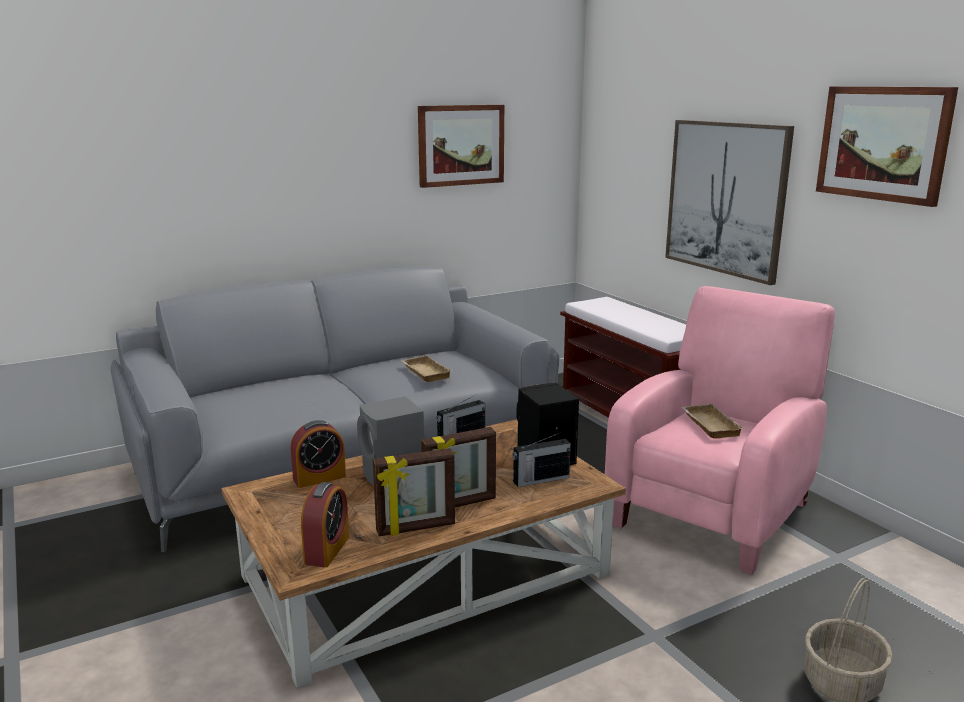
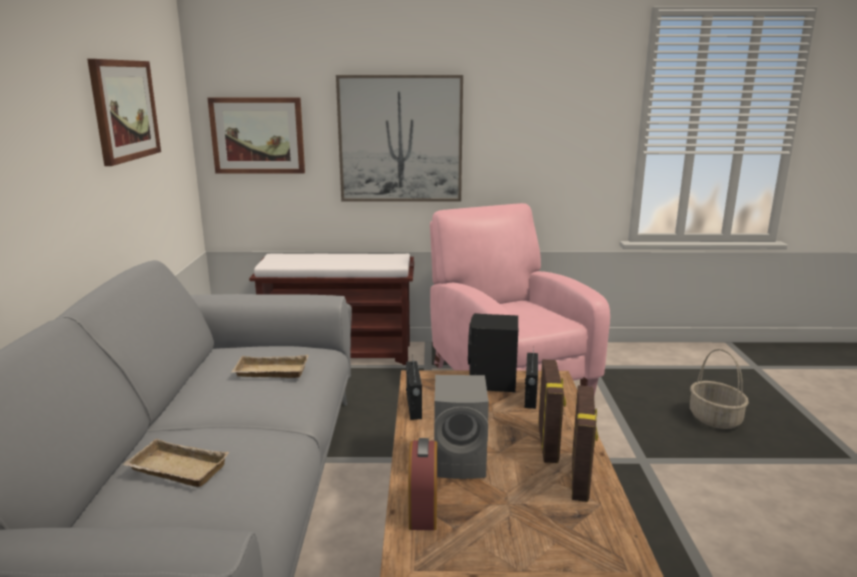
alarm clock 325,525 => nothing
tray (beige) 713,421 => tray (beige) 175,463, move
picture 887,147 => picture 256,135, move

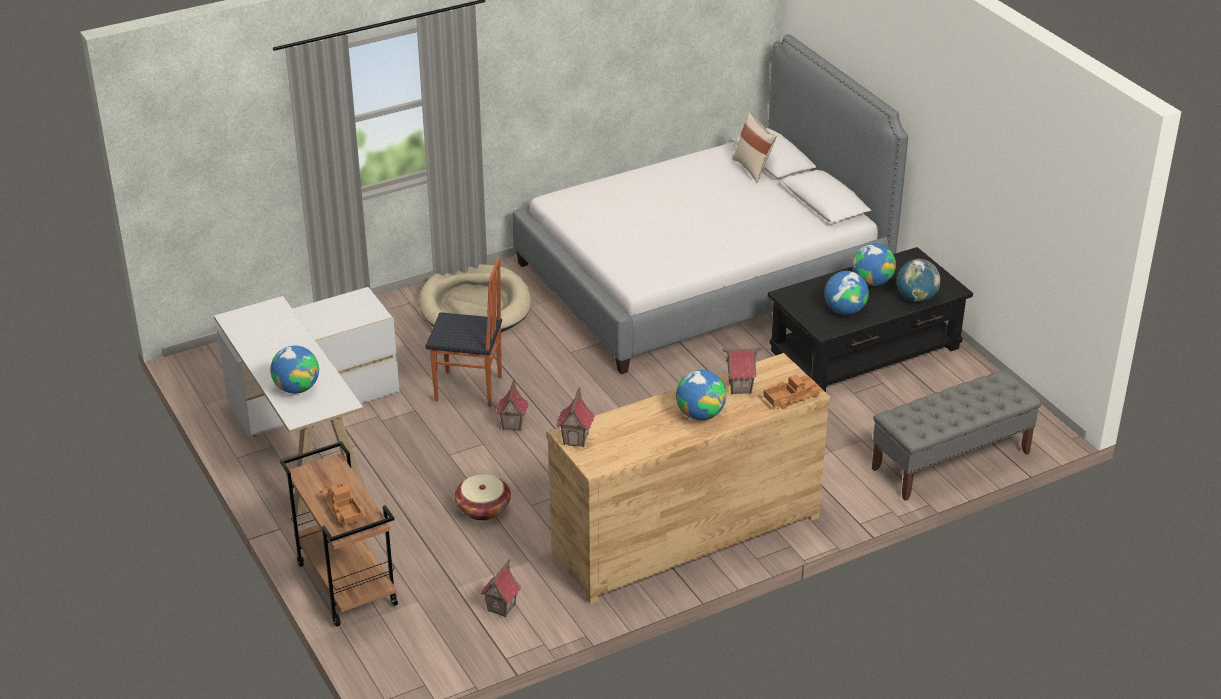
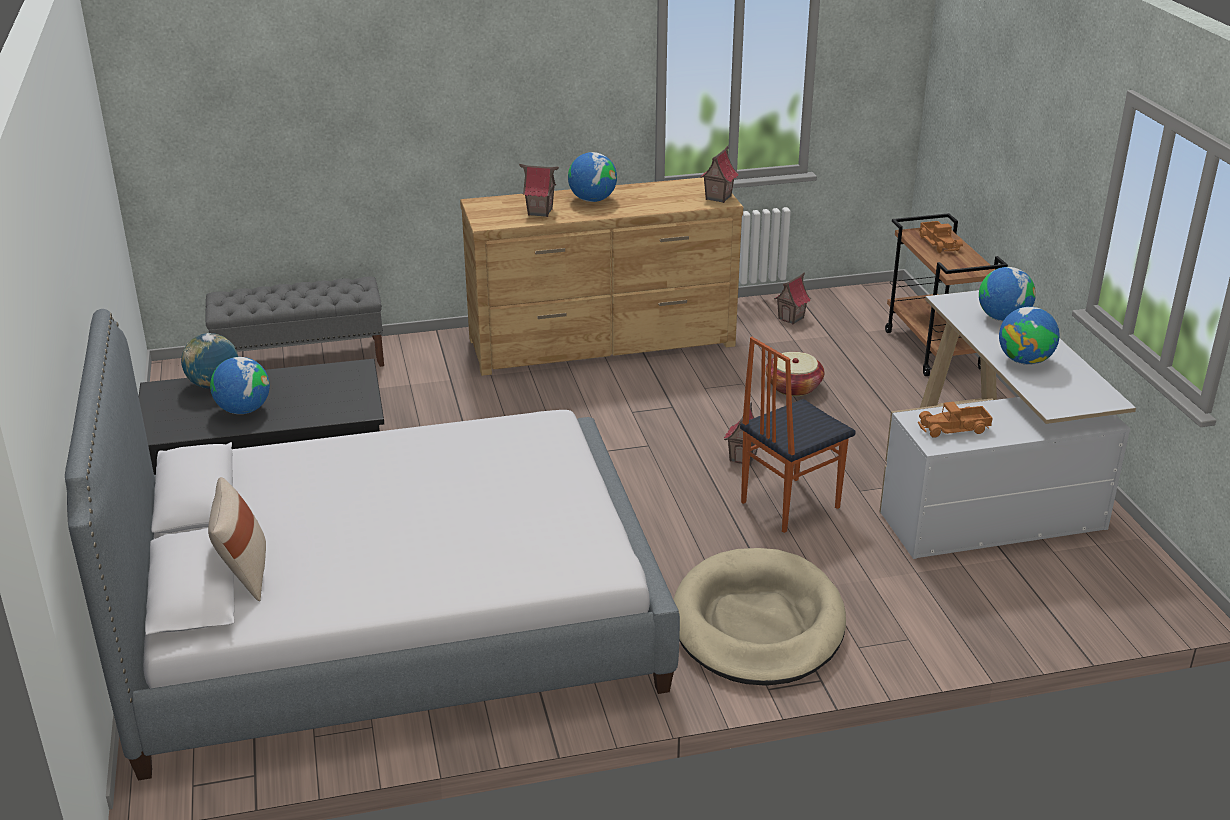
toy truck 793,392 => toy truck 955,420, move
globe 847,293 => globe 1029,336, move
chair 463,332 => chair 798,435, 60 degrees counterclockwise

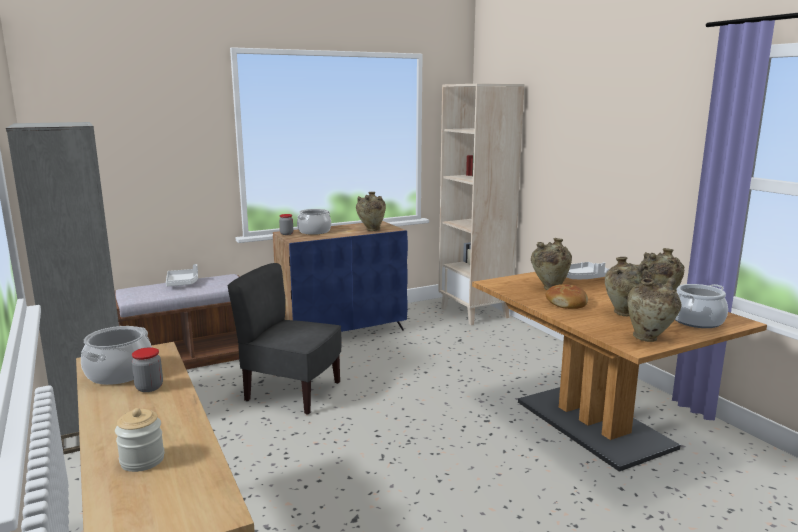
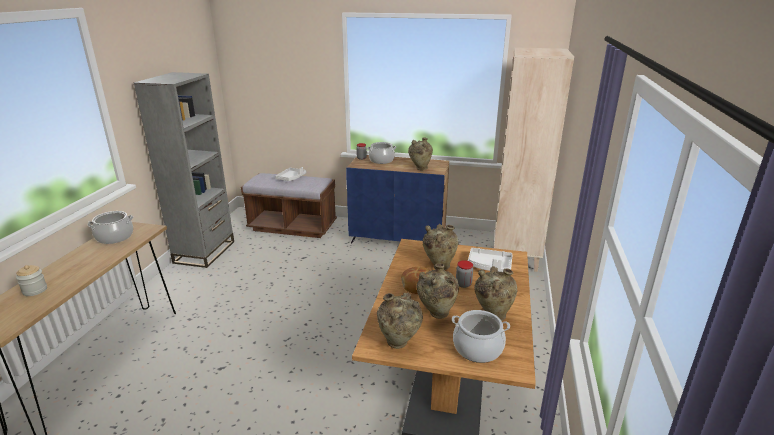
chair (grey) 285,339 => nothing
jar 147,369 => jar 464,274, move

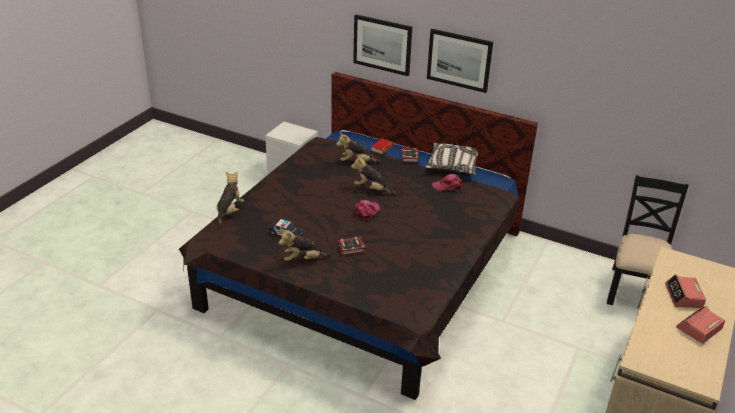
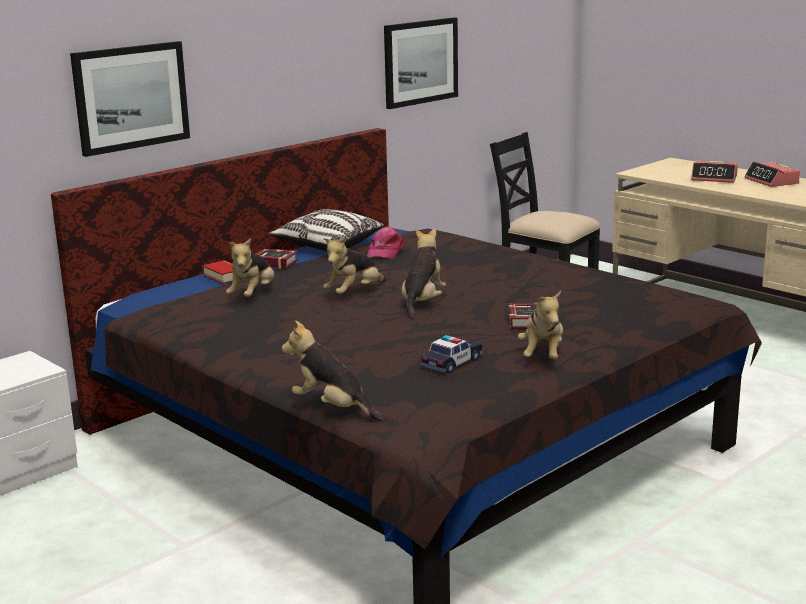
picture 460,61 => picture 421,63, move
cap (pink) 367,210 => plush toy 424,274

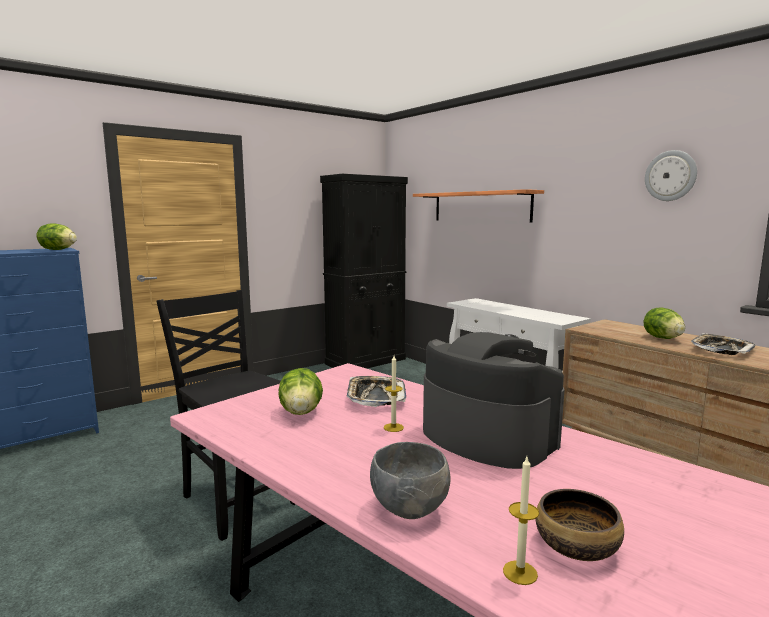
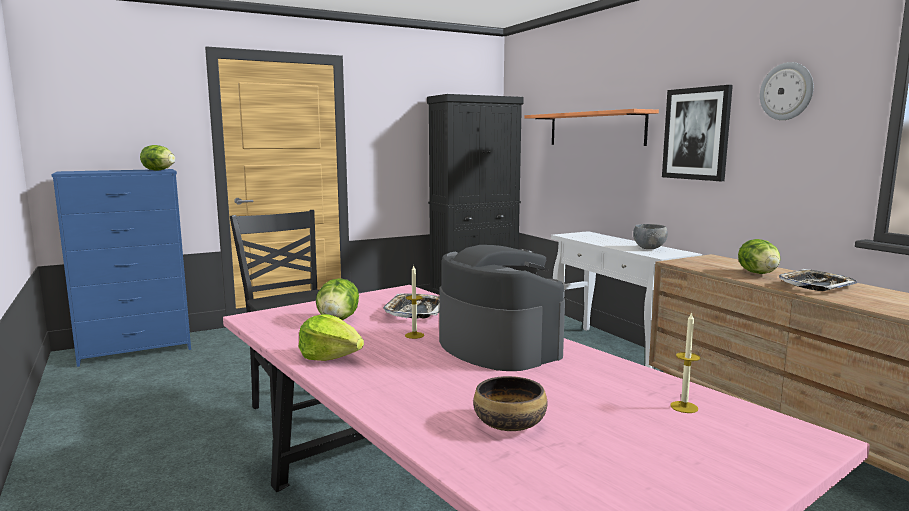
nothing => lettuce 331,337
nothing => picture 697,133
bowl (grey) 410,480 => bowl (grey) 650,236, move
candle 521,521 => candle 685,362, move

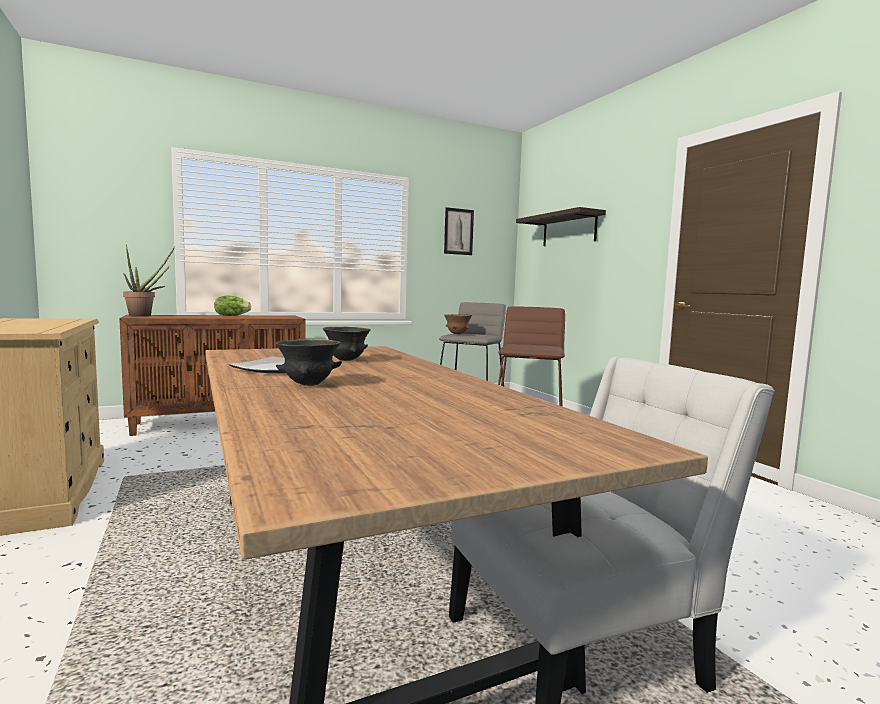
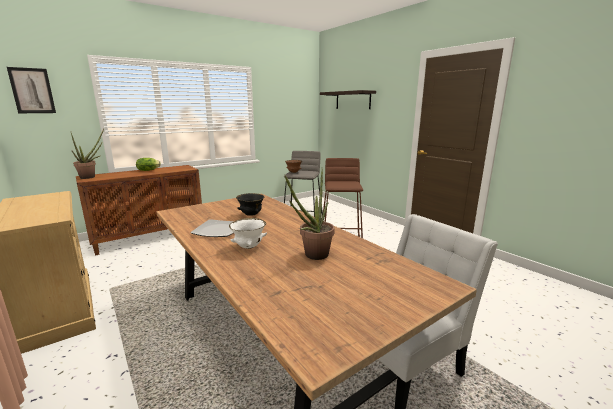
nothing => potted plant 310,215
picture 459,231 => picture 31,90, move
bowl (black) 308,362 => bowl (white) 248,233

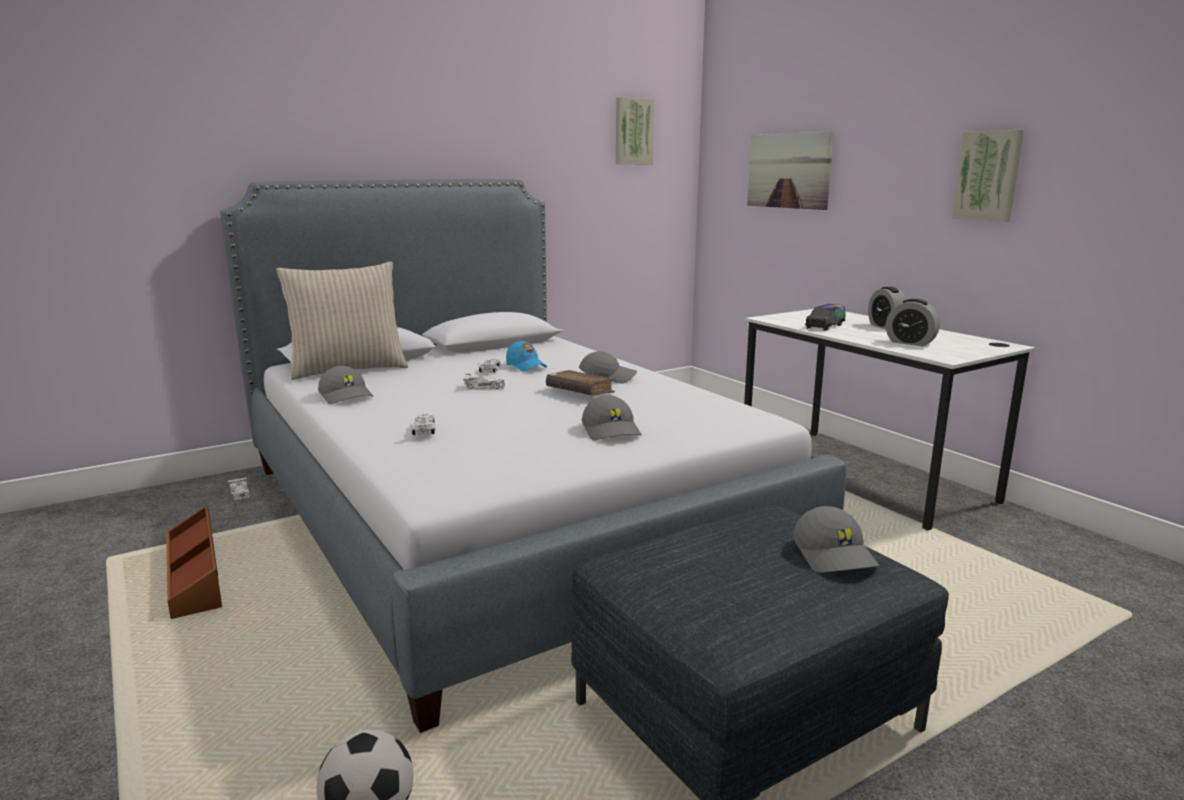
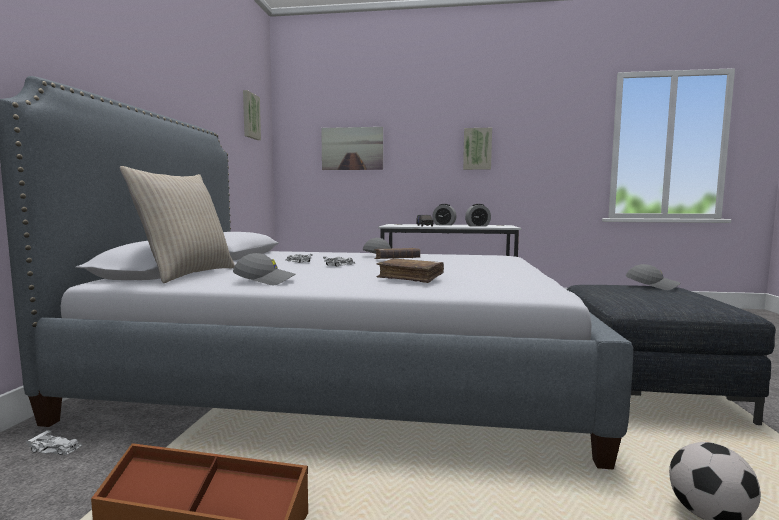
cap (blue) 526,356 => nothing
cap (grey) 612,417 => nothing
toy car (white) 423,424 => book (brown) 410,271

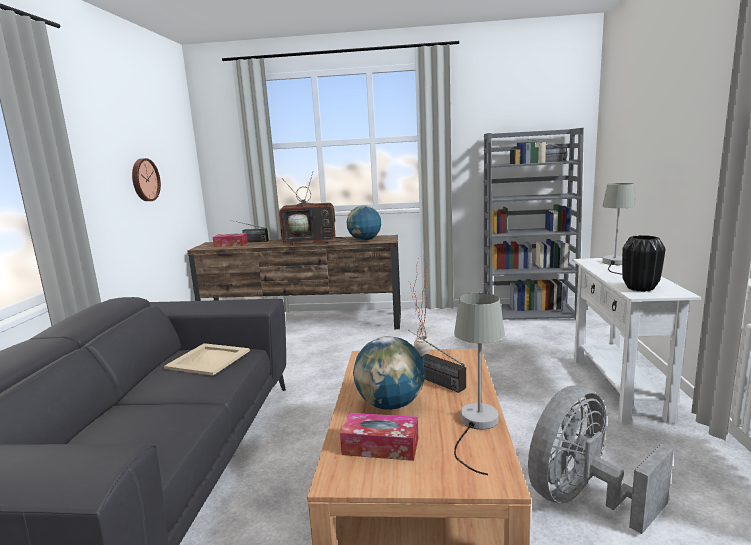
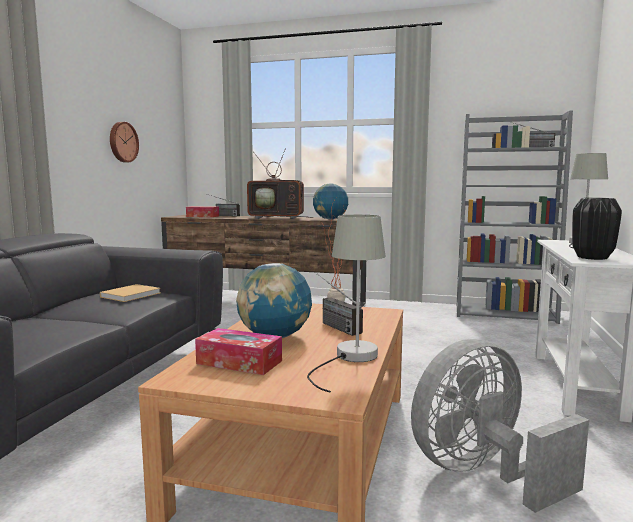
tray (beige) 207,359 => book (beige) 130,293

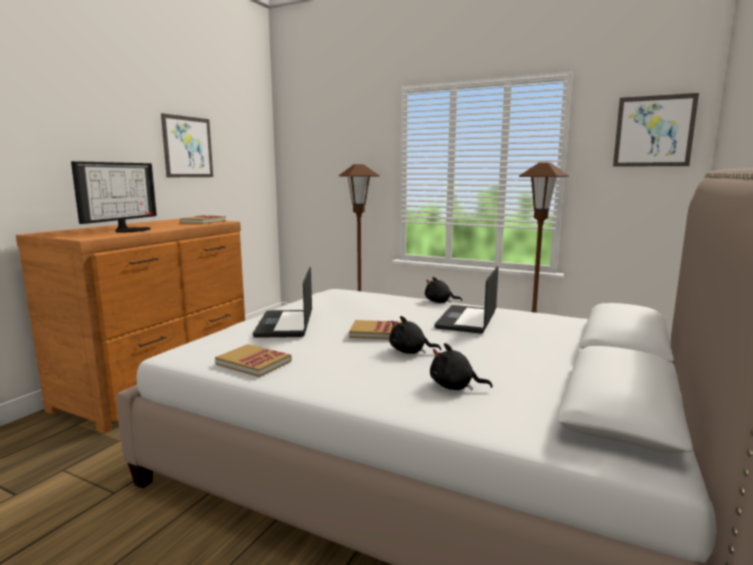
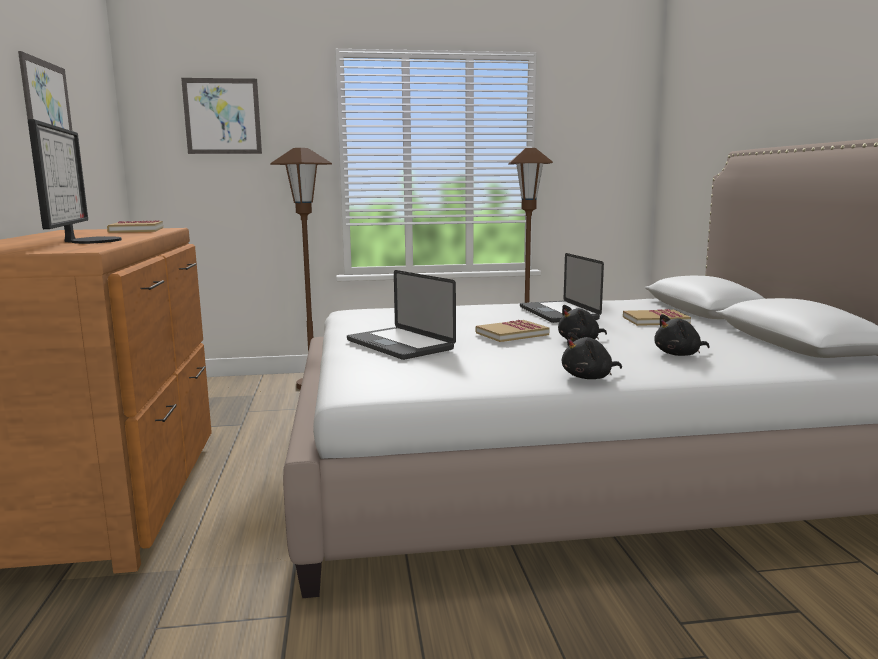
book 253,360 => book 657,317, move
plush toy (black) 443,290 => plush toy (black) 592,356, move
picture 656,130 => picture 221,116, move

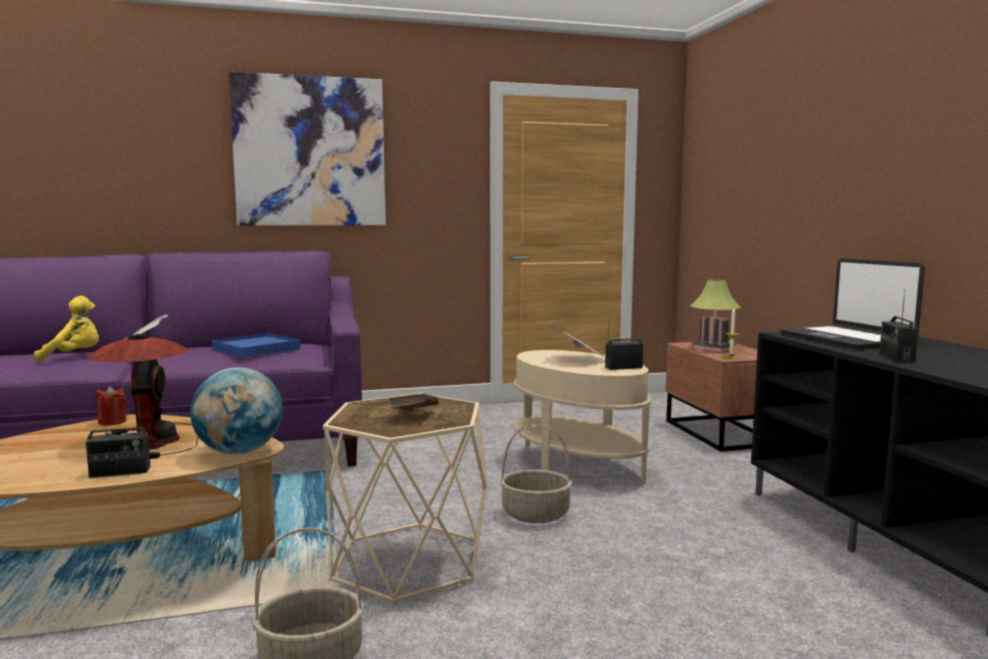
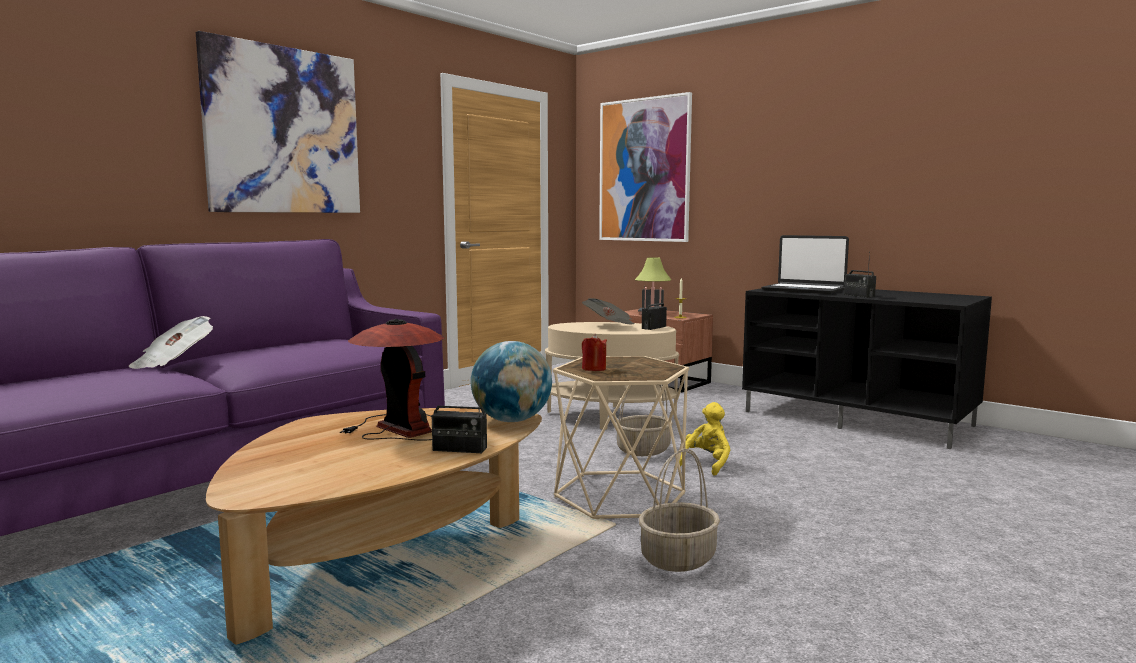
tray (blue) 256,345 => nothing
book (brown) 414,402 => nothing
nothing => picture 645,167
plush toy (yellow) 66,329 => plush toy (yellow) 704,439, move
candle (red) 111,405 => candle (red) 594,352, move
radio 118,437 => radio 459,414, 60 degrees clockwise

